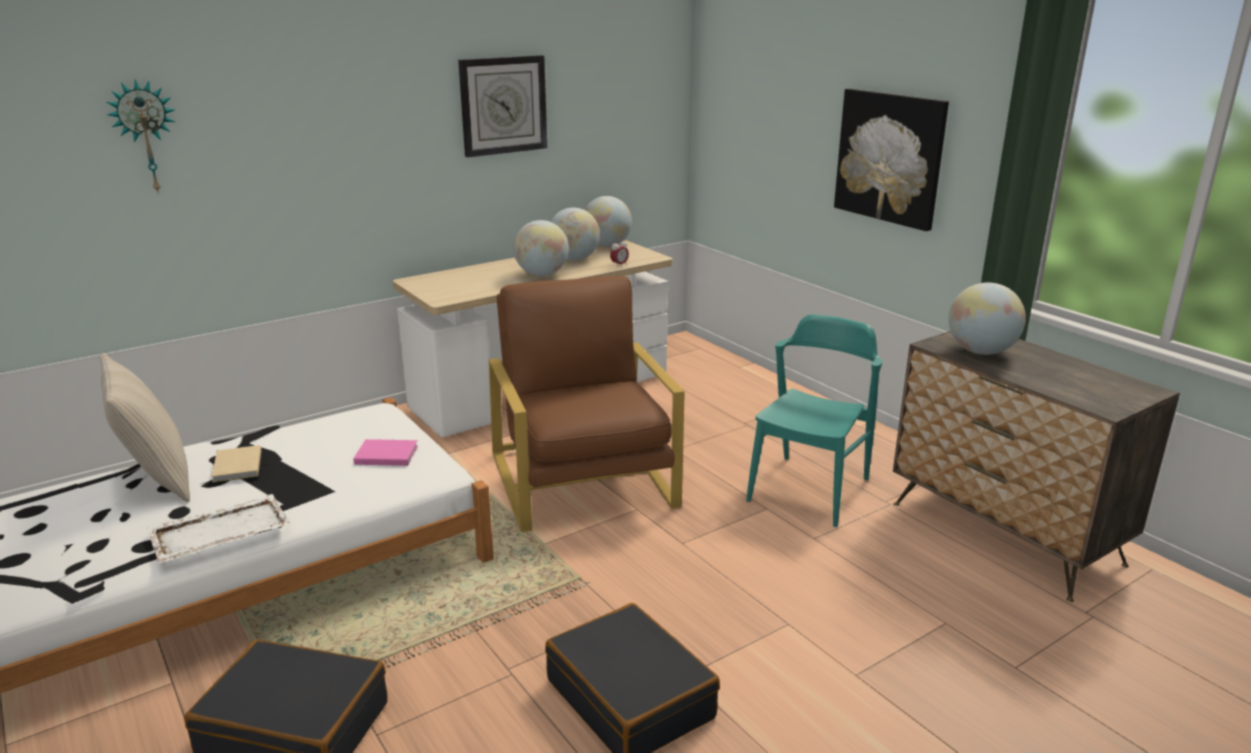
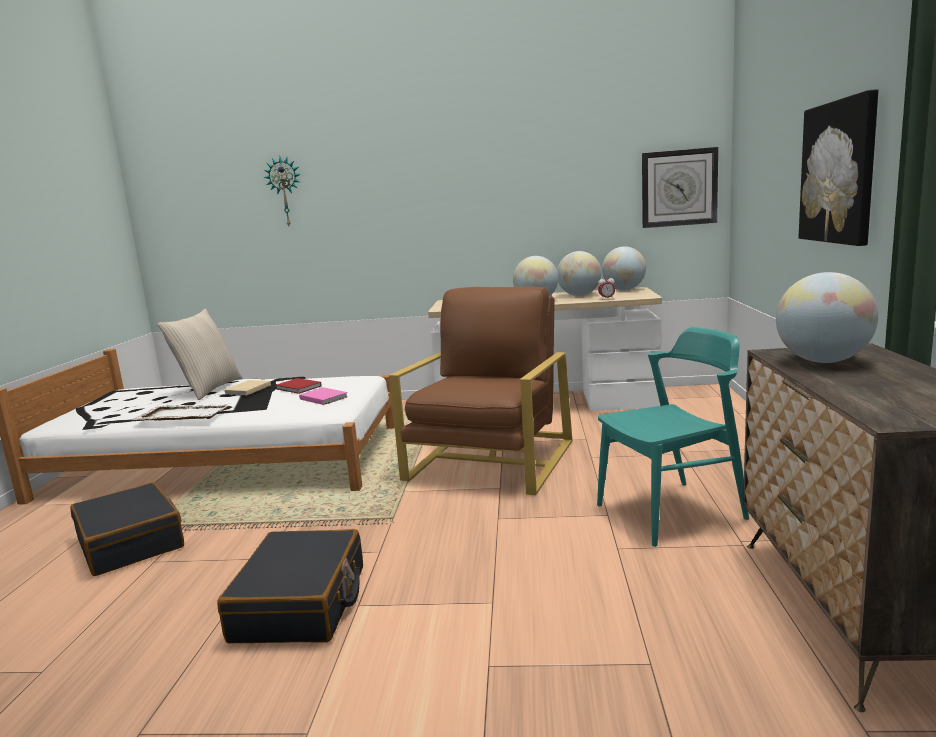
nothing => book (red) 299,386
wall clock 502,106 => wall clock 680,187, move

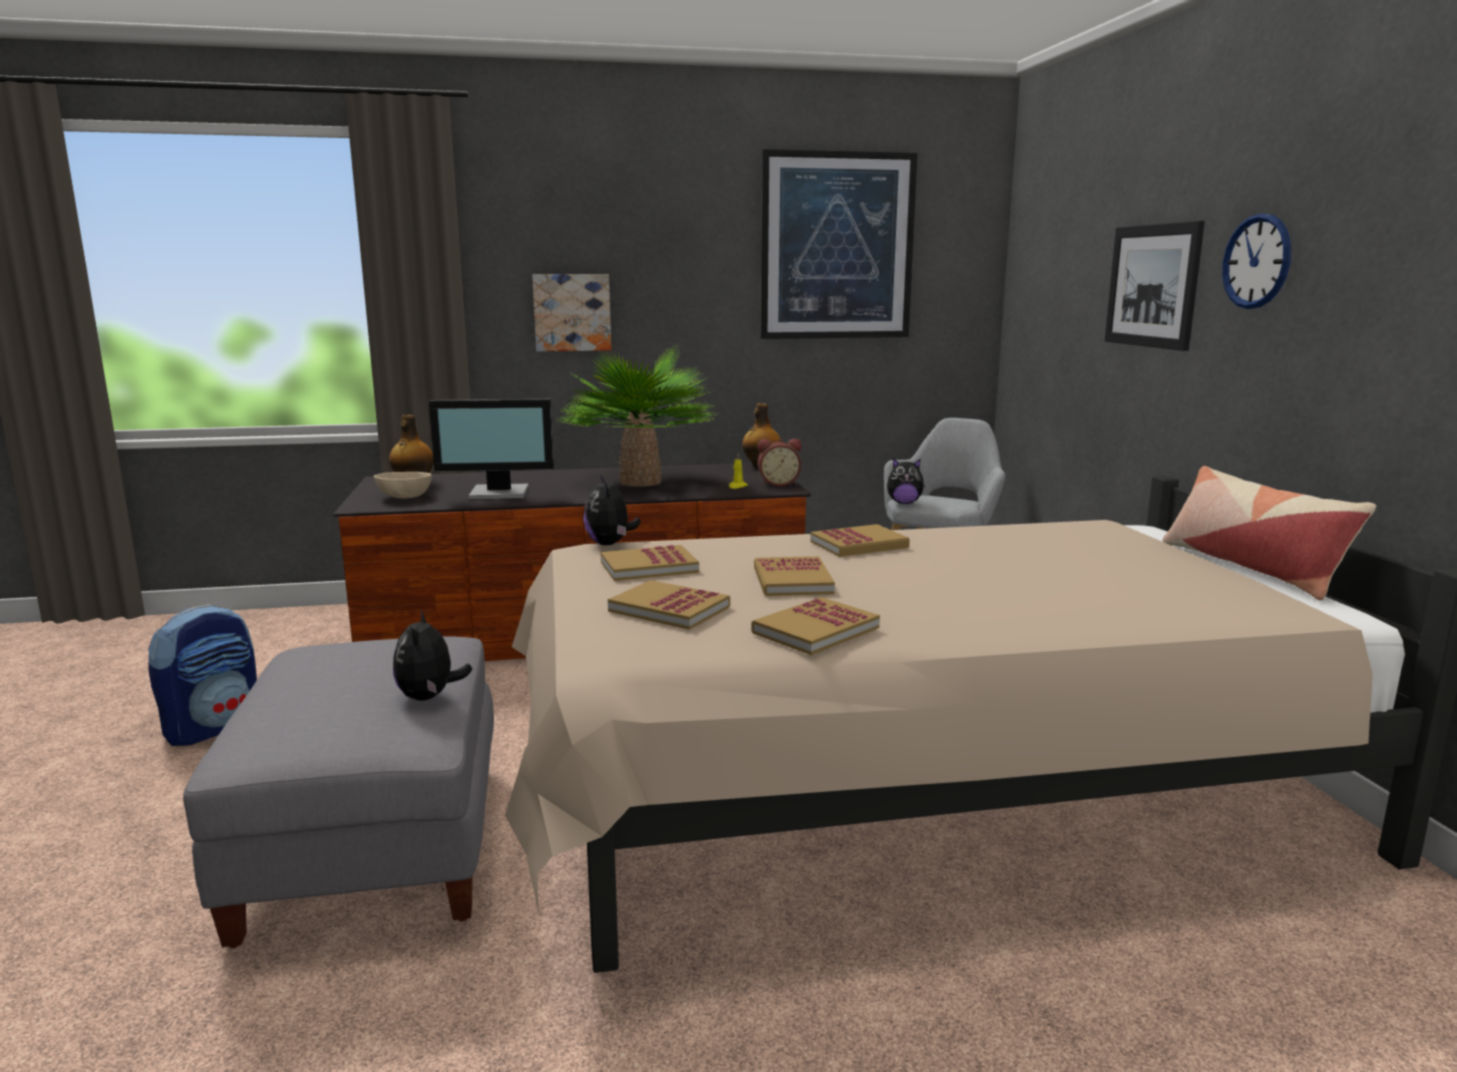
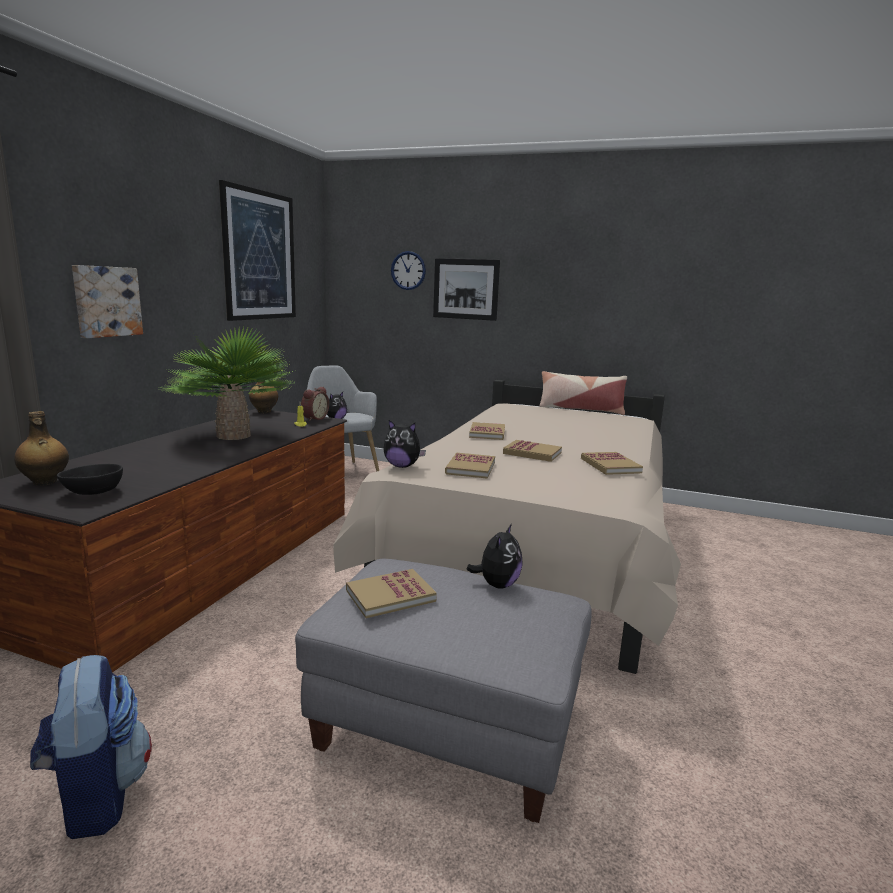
monitor 491,449 => nothing
book 669,605 => book 391,593, move
wall clock 1256,261 => wall clock 408,270, move
bowl (beige) 403,485 => bowl (black) 90,479
plush toy 432,655 => plush toy 495,556, 90 degrees counterclockwise

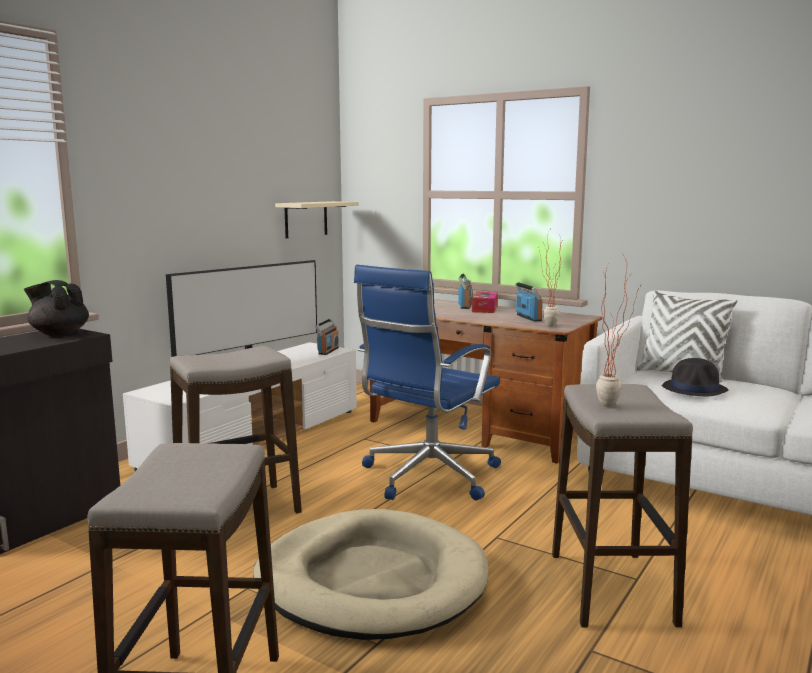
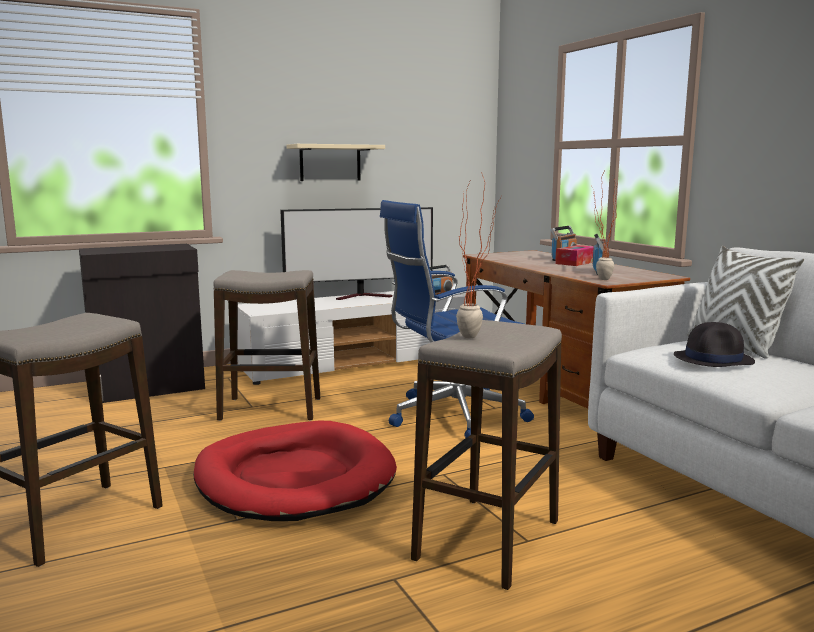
teapot (black) 56,308 => nothing
shelf (beige) 317,219 => shelf (beige) 335,162, move
dog bed (beige) 370,574 => dog bed (red) 295,471

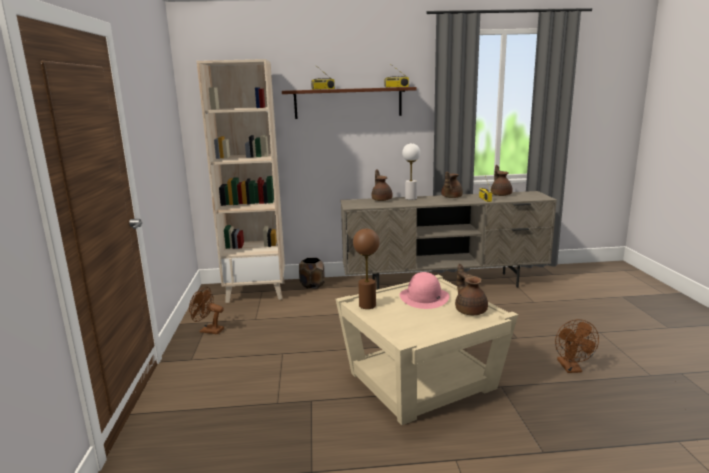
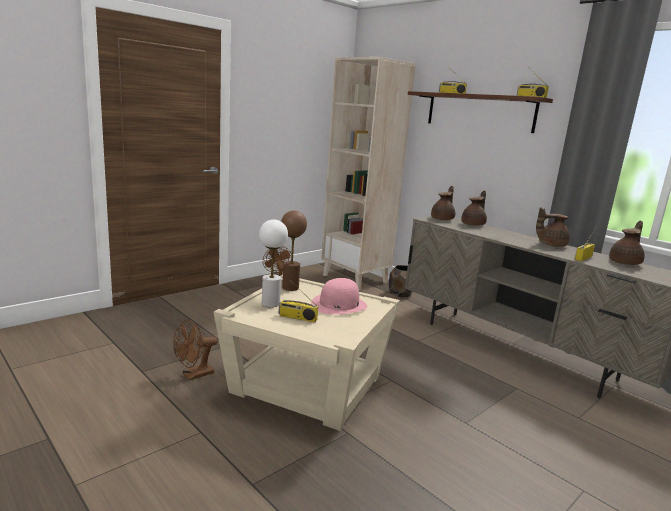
nothing => radio 298,302
table lamp (white) 411,171 => table lamp (white) 273,263, move
teapot (brown) 471,289 => teapot (brown) 443,203, move
fan (brown) 577,346 => fan (brown) 195,350, move

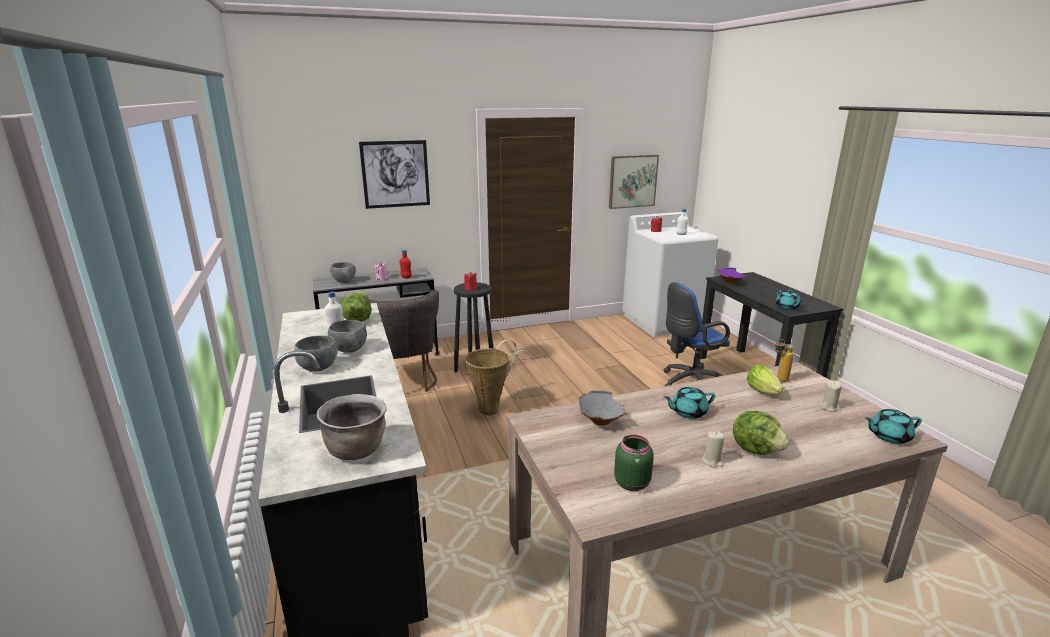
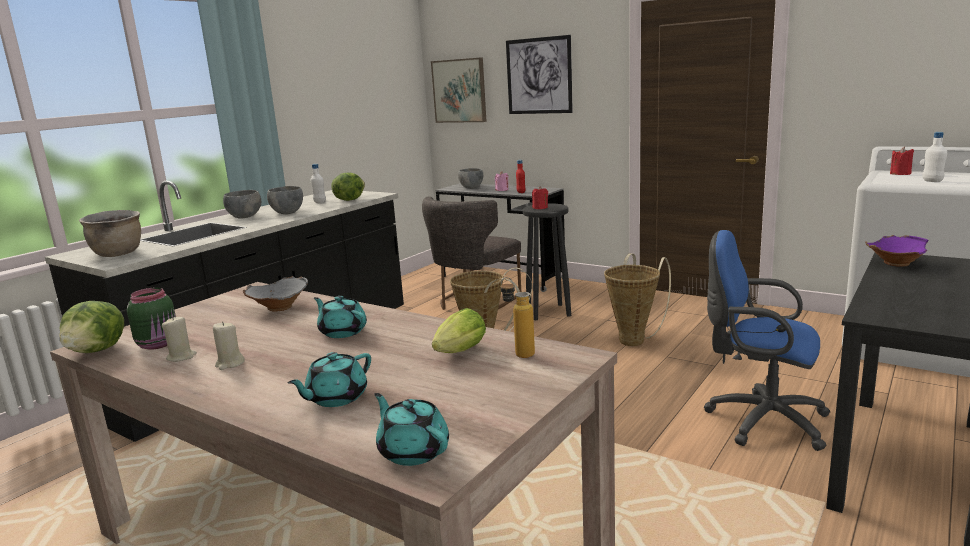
nothing => basket 637,299
picture 634,182 => picture 459,90, move
lettuce 761,433 => lettuce 91,327, move
teapot (turquoise) 789,300 => teapot (turquoise) 329,379, move
candle (beige) 830,396 => candle (beige) 179,339, move

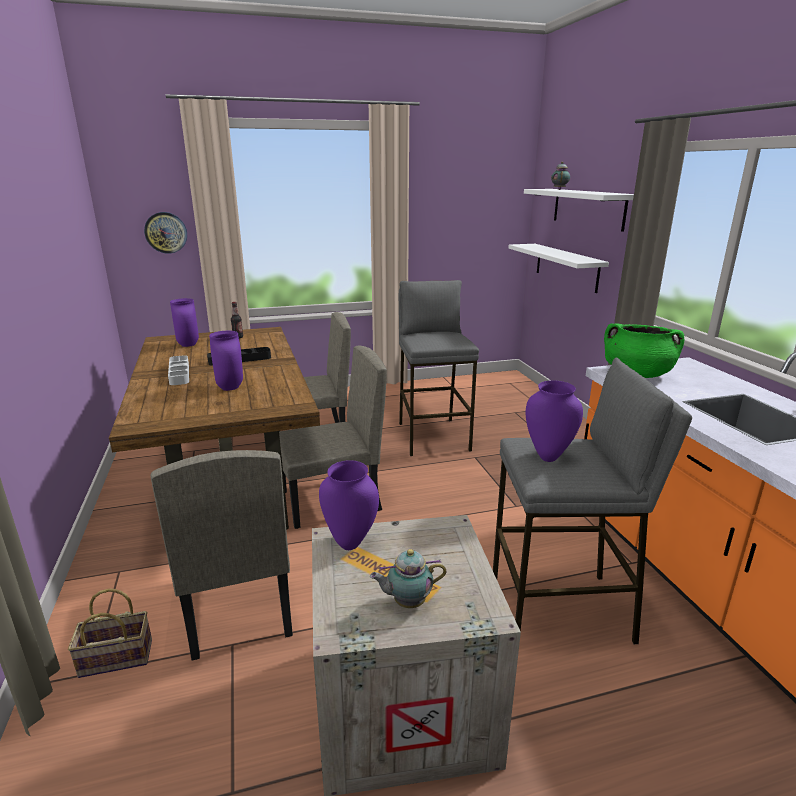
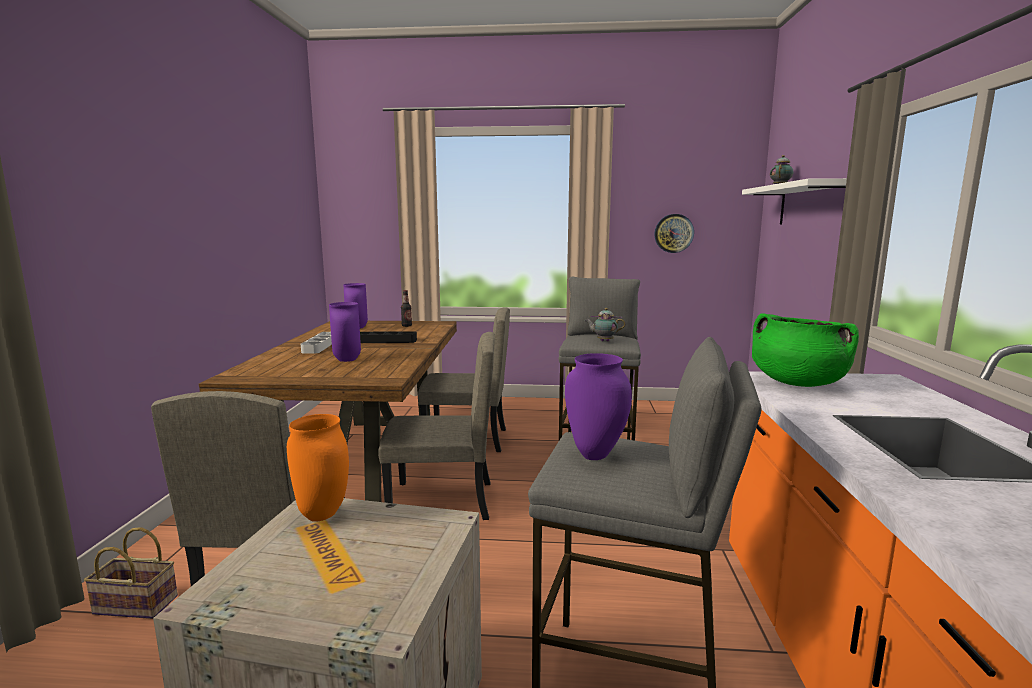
shelf (white) 558,268 => nothing
wall clock 165,233 => wall clock 674,233, move
teapot 408,578 => teapot 605,324, move
vase (purple) 349,505 => vase (orange) 318,468

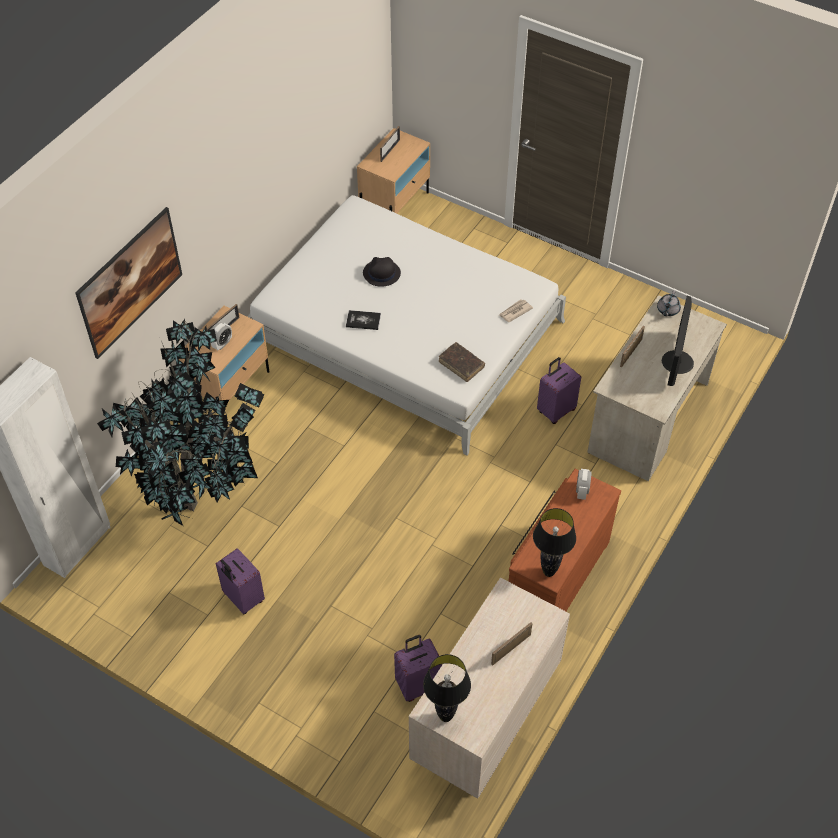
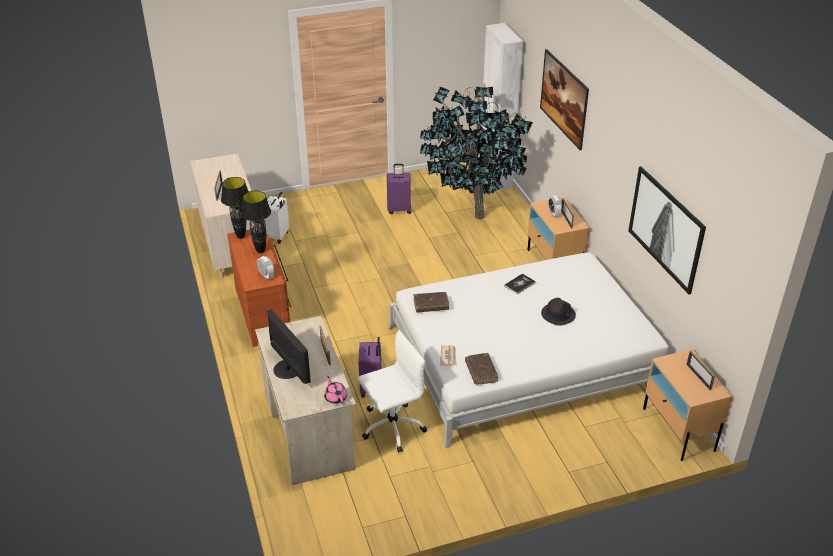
nothing => office chair (white) 392,391
nothing => book (brown) 481,368
nothing => picture 667,230
table lamp (black) 447,688 => table lamp (black) 256,222, move
suitcase (purple) 418,668 => suitcase (white) 276,218
teapot (grey) 669,303 => teapot (pink) 335,390

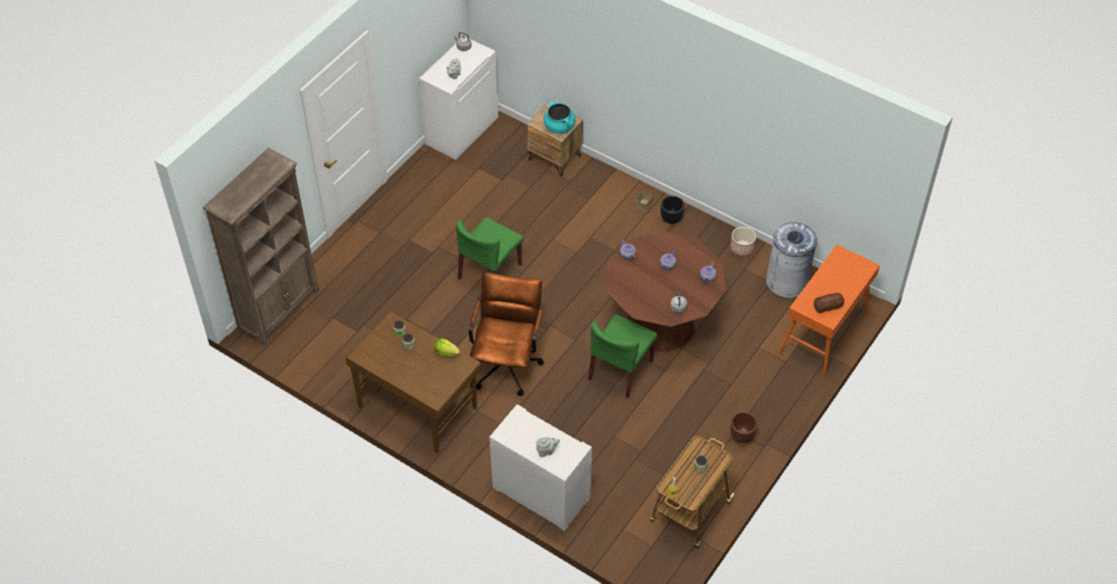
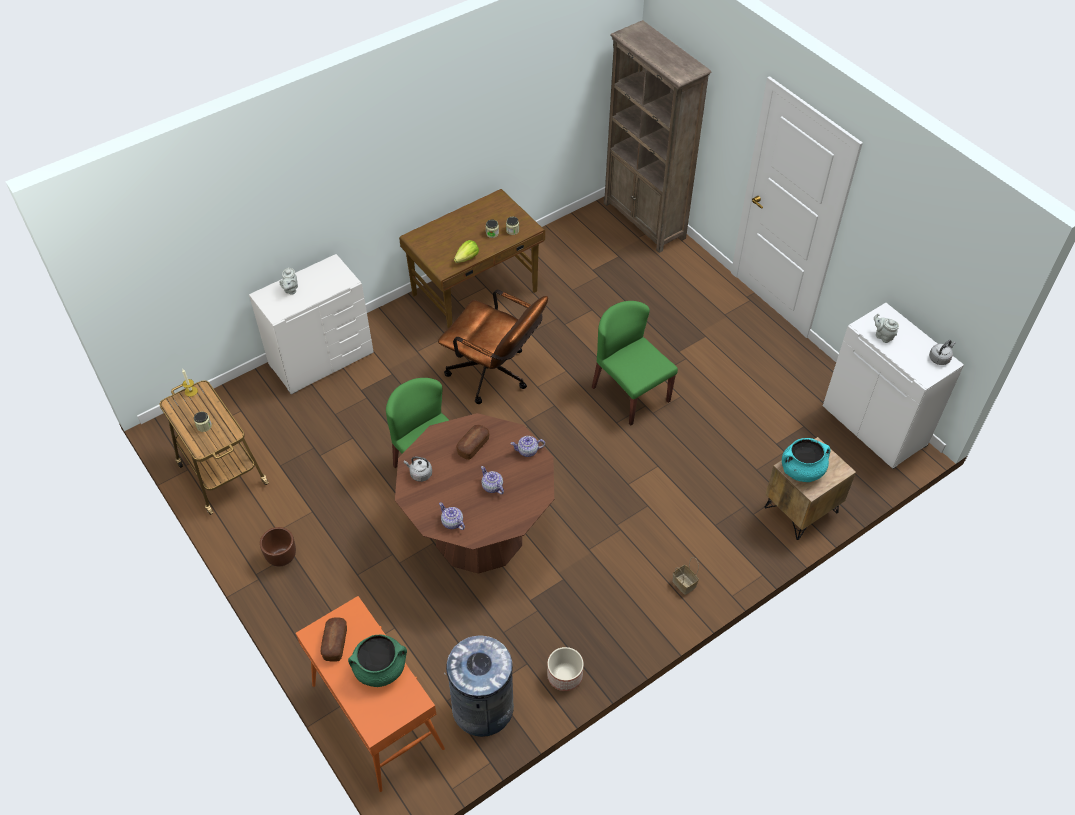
planter (black) 673,210 => nothing
nothing => cooking pot (green) 377,660
nothing => bread 472,442

